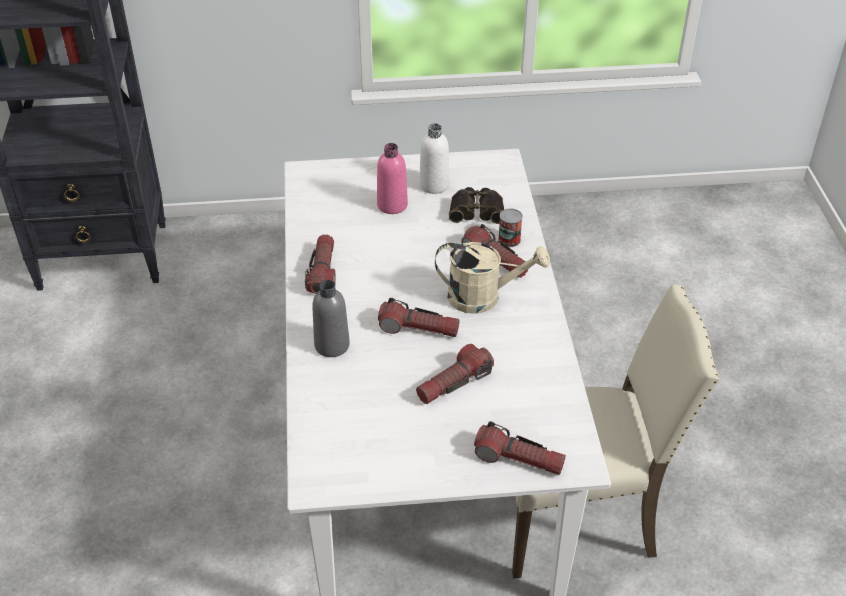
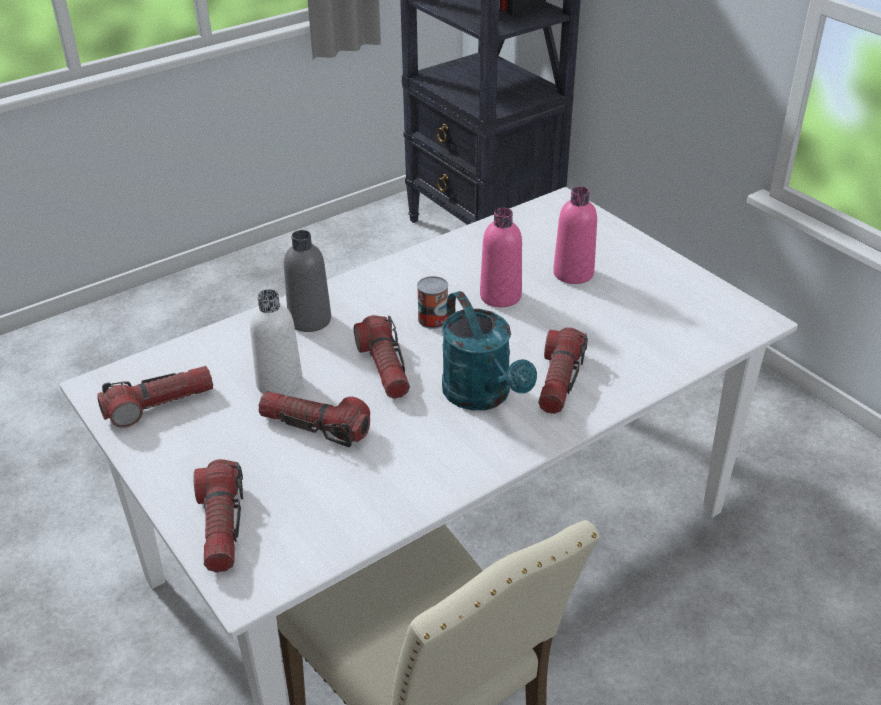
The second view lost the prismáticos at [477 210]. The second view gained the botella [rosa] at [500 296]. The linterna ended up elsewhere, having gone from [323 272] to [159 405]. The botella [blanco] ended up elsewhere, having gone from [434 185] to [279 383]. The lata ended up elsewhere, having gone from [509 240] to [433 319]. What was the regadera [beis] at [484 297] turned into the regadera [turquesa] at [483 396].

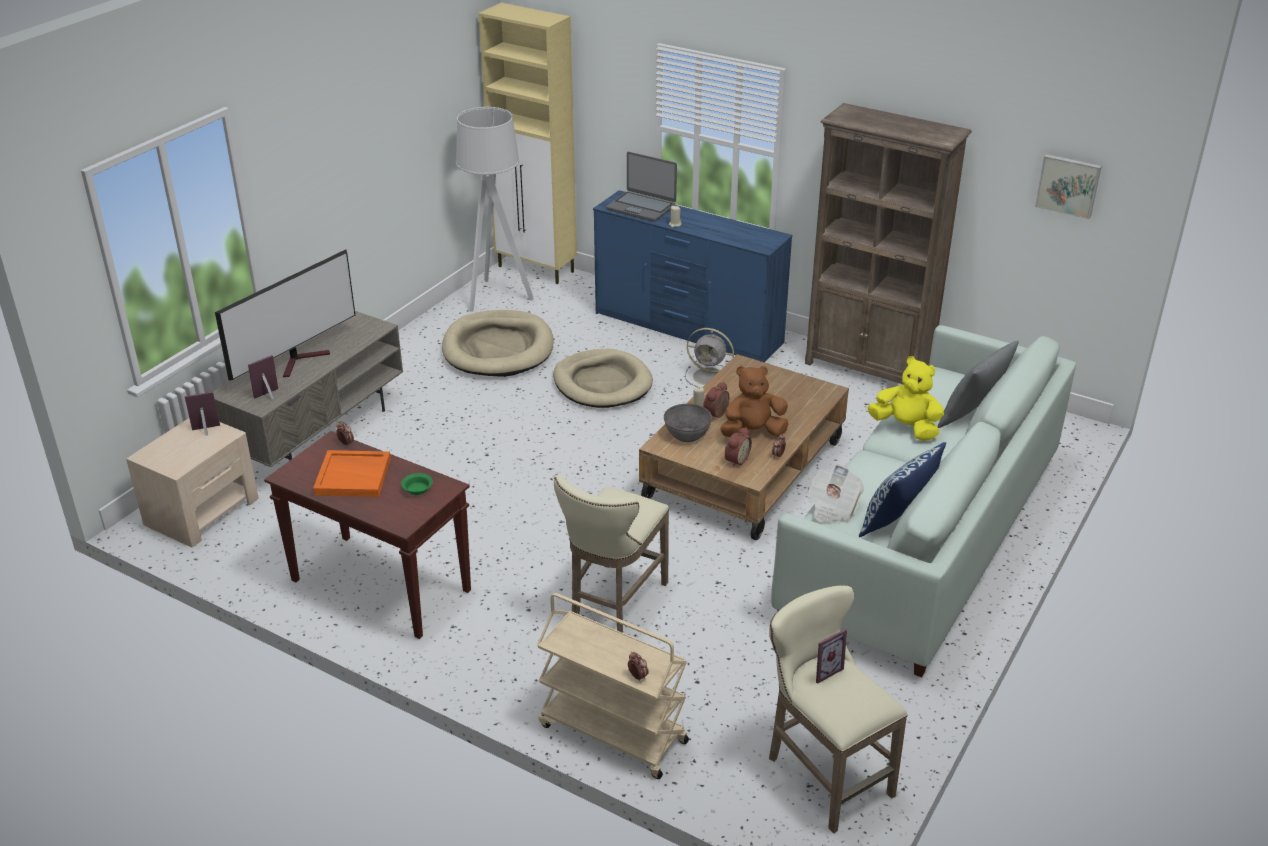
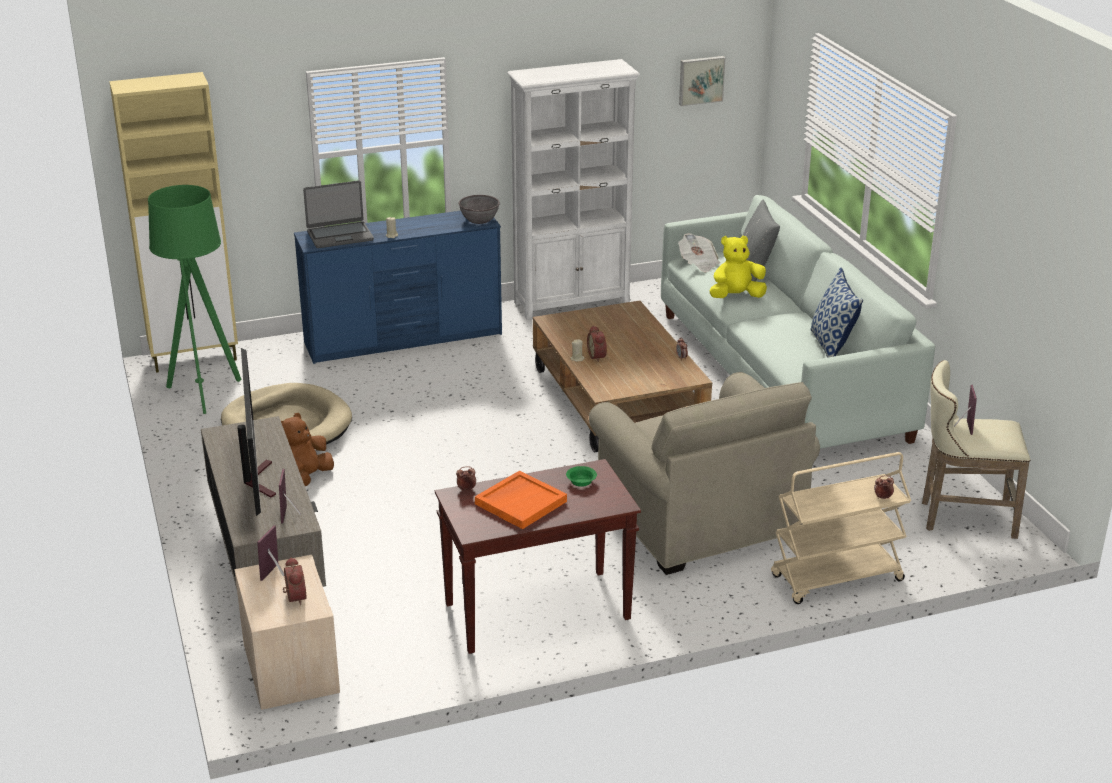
The second view lost the cama para perro [beis] at [602 383]. The second view lost the ventilador [gris] at [710 377]. The cuenco [gris] ended up elsewhere, having gone from [687 435] to [479 219]. The peluche [marrón] ended up elsewhere, having gone from [753 433] to [307 478]. The despertador ended up elsewhere, having gone from [735 460] to [294 597]. The periódico ended up elsewhere, having gone from [832 507] to [698 263]. Where the taburete [beis] stood at [613 604], the sillón [beis] came to stand at [699 518]. What was the lámpara de pie [gris] at [496 297] turned into the lámpara de pie [verde] at [204 393]. What was the estantería [marrón] at [868 369] turned into the estantería [blanco] at [572 303].

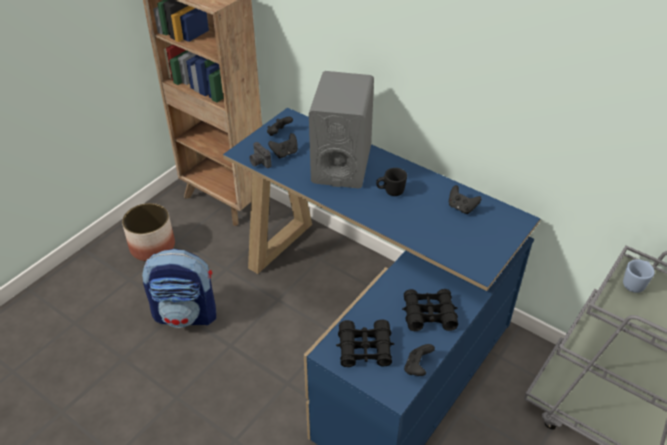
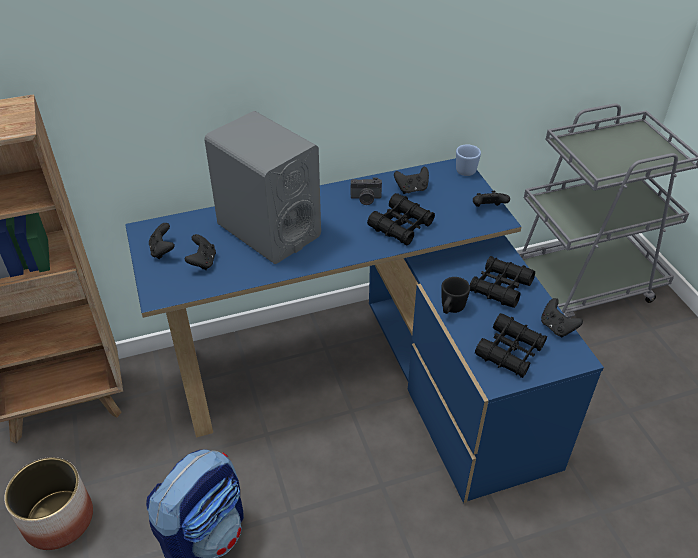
The second view gained the prismáticos [negro] at [401 226]. The second view gained the mando de consola [negro] at [488 208]. The cámara ended up elsewhere, having gone from [259 162] to [366 199]. The taza grande [negro] ended up elsewhere, having gone from [390 191] to [451 309]. The taza grande [azul] ended up elsewhere, having gone from [635 283] to [464 169].

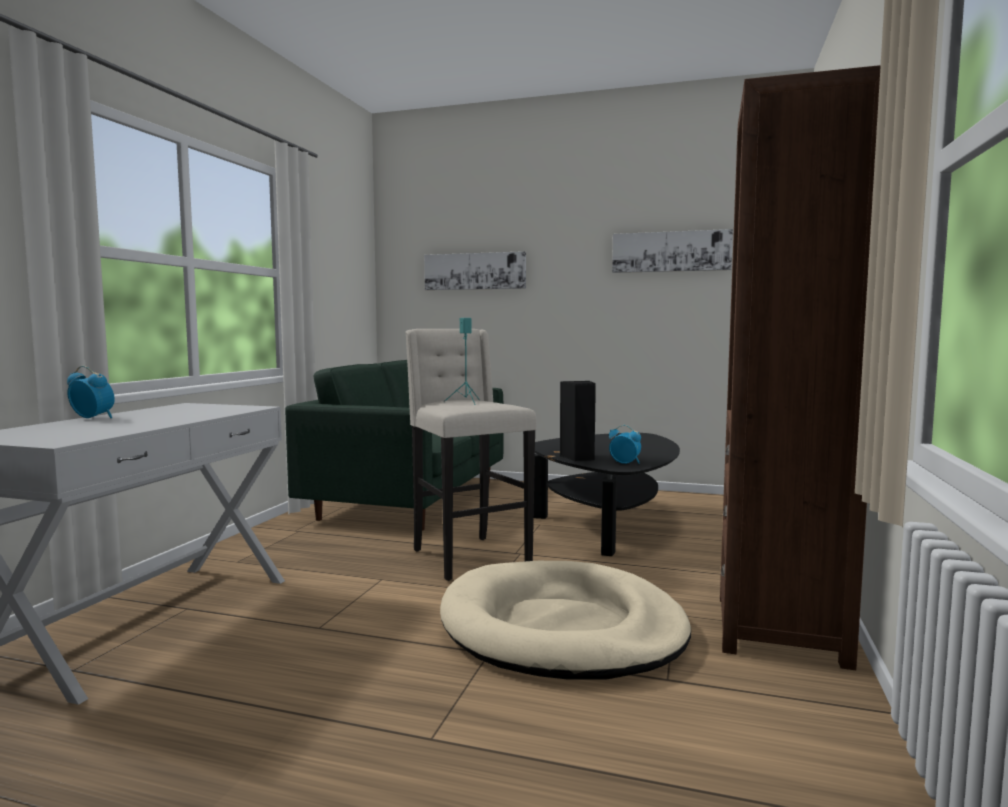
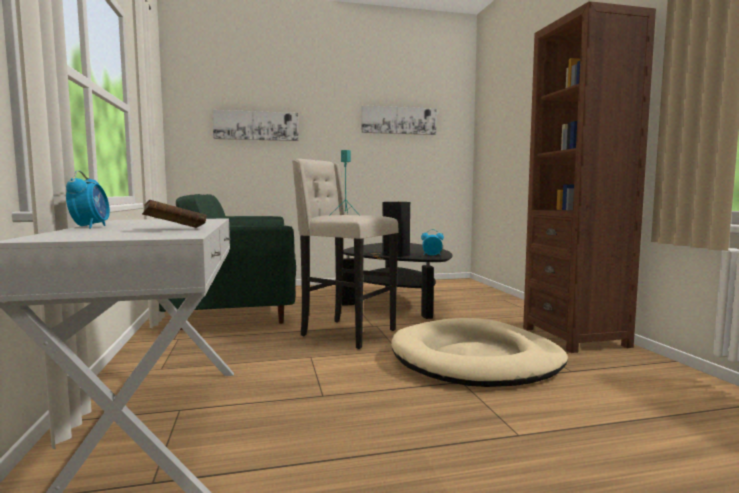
The second view gained the libro [marrón] at [175 229]. The despertador at [93 418] ended up facing another way, 90 degrees clockwise from before.

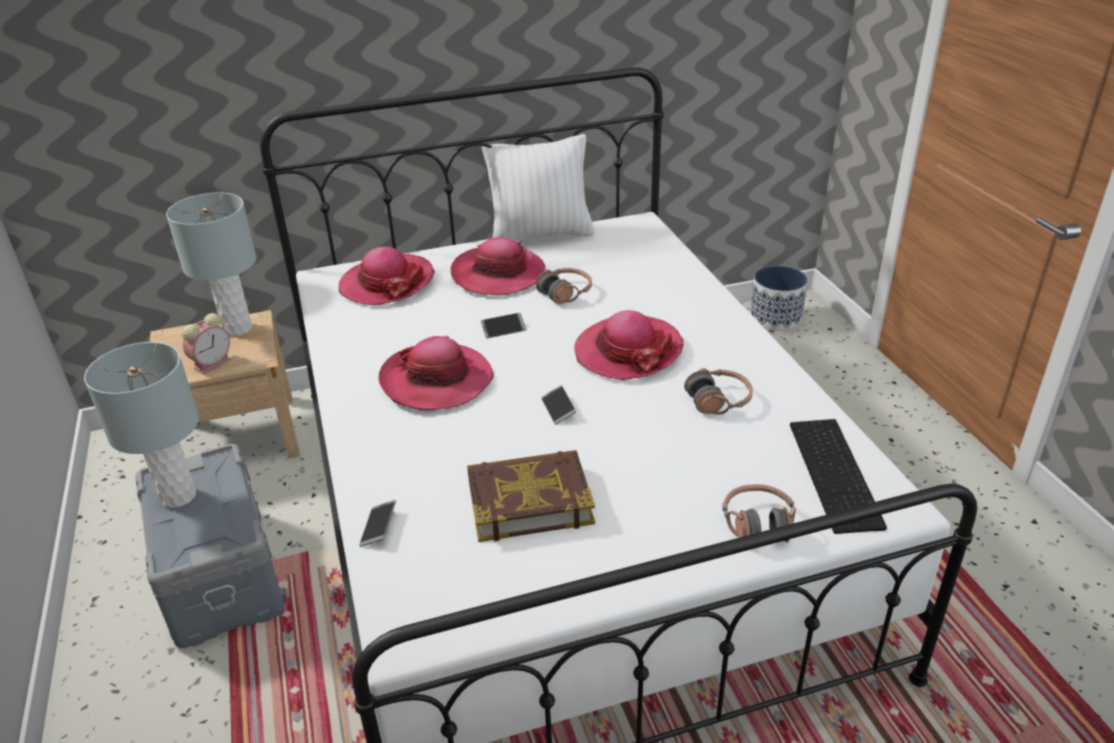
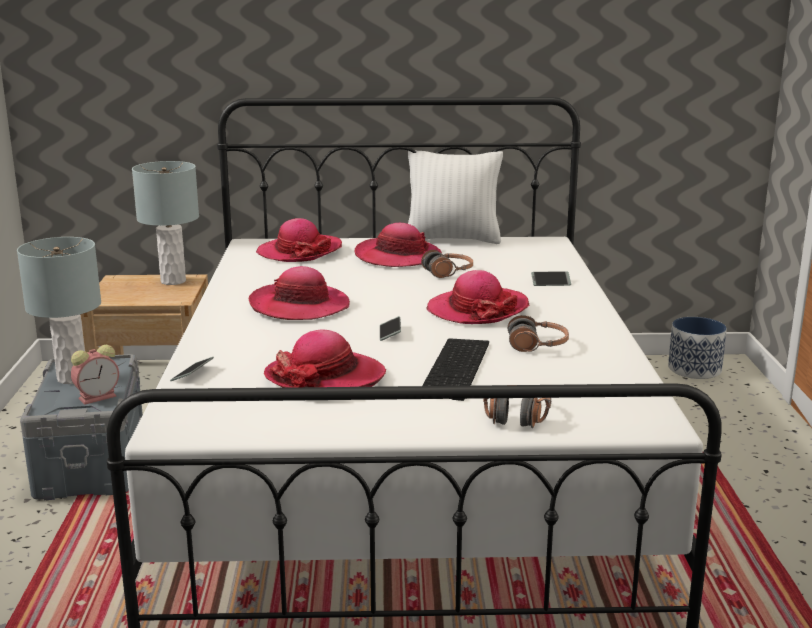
The despertador ended up elsewhere, having gone from [213 363] to [99 397]. The móvil ended up elsewhere, having gone from [503 329] to [550 283]. The teclado ended up elsewhere, having gone from [838 474] to [458 369]. Where the libro stood at [529 501], the sombrero came to stand at [325 377].

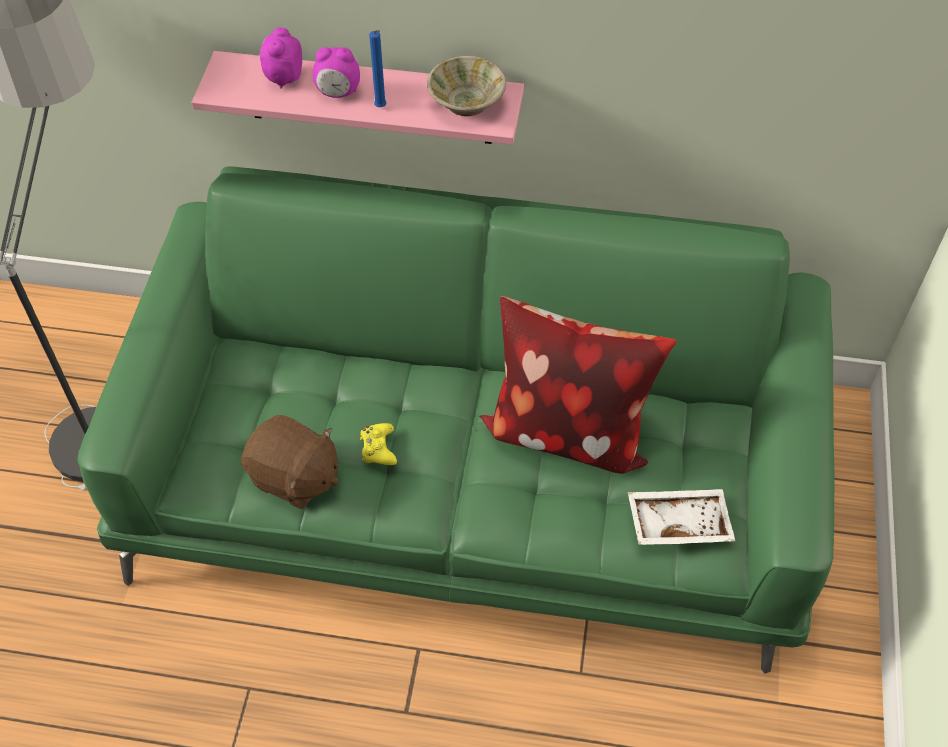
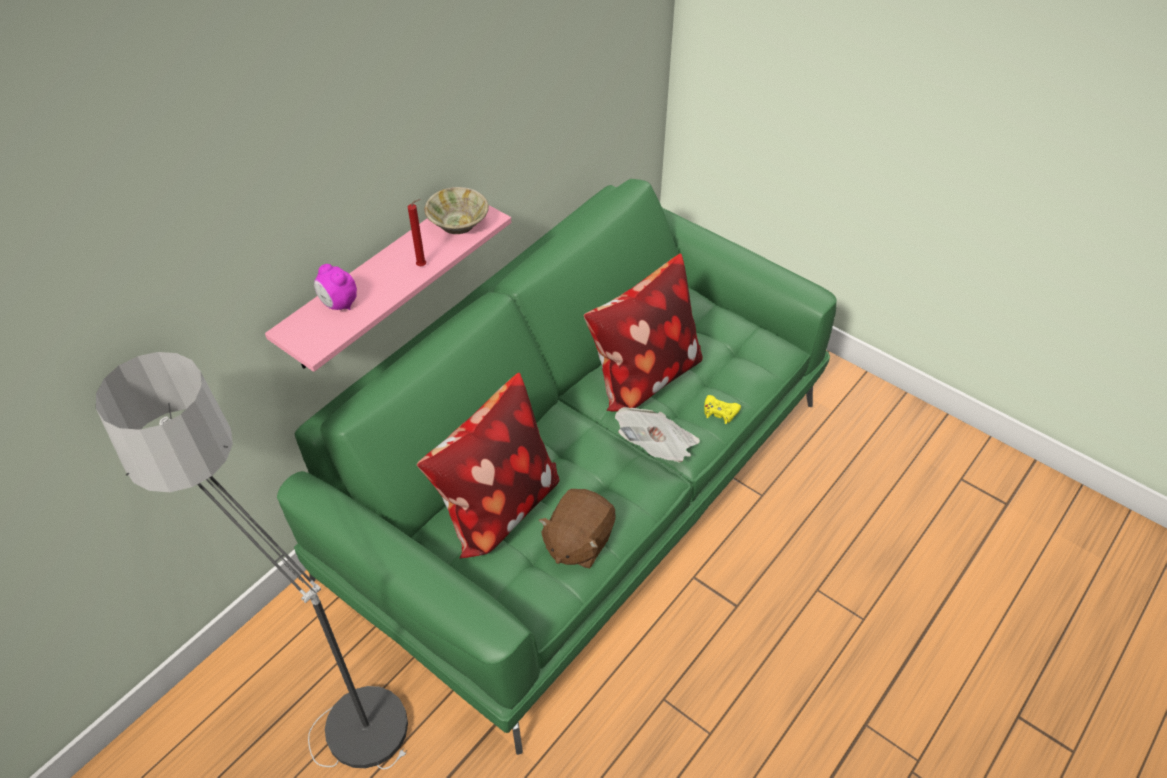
The second view lost the despertador at [338 93]. The second view lost the bandeja [blanco] at [678 522]. The second view gained the cojín at [496 506]. The second view gained the periódico at [657 447]. The mando de consola [amarillo] ended up elsewhere, having gone from [378 448] to [720 412]. What was the vela [azul] at [381 108] turned into the vela [rojo] at [423 266]. The peluche [marrón] at [294 477] ended up facing another way, 150 degrees clockwise from before.

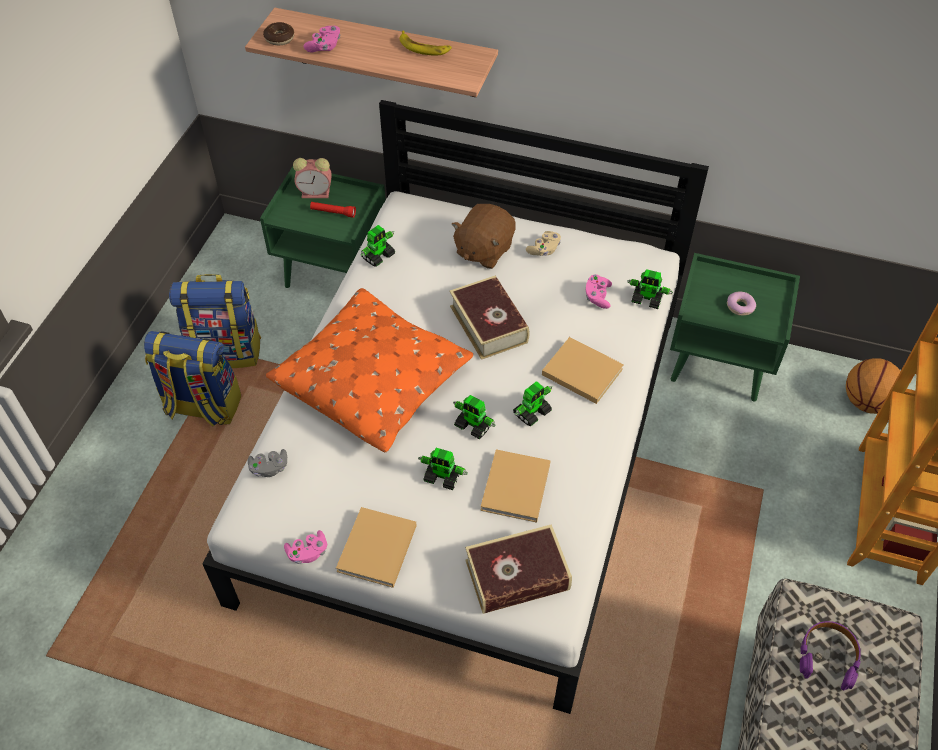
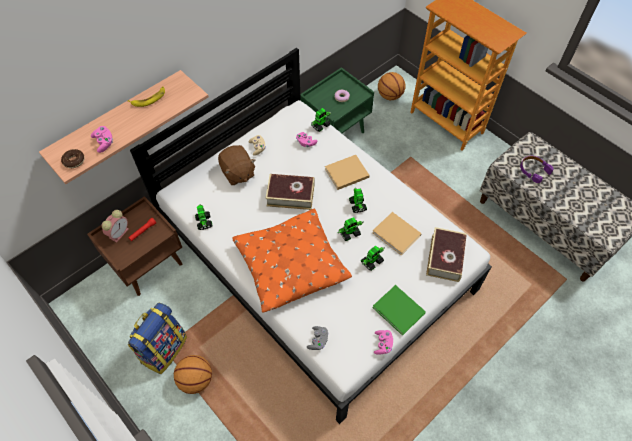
Where the mochila stood at [202 407], the balón de baloncesto came to stand at [196 380]. What was the mesita de noche [verde] at [335 272] turned into the mesita de noche [marrón] at [148 264]. What was the libro [beis] at [376 550] turned into the libro [verde] at [399 311].

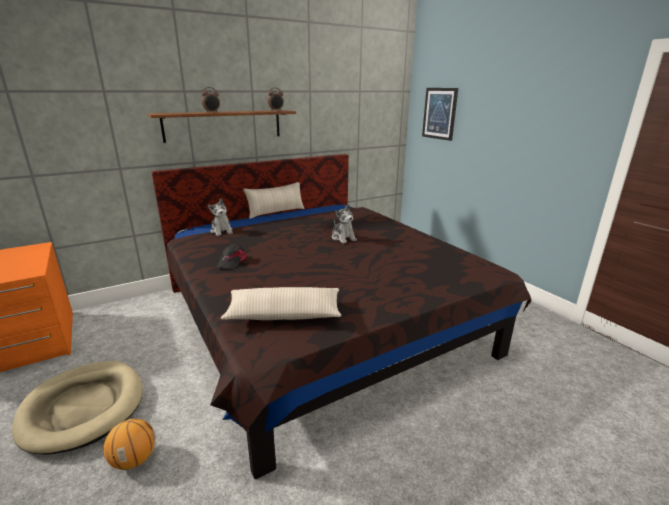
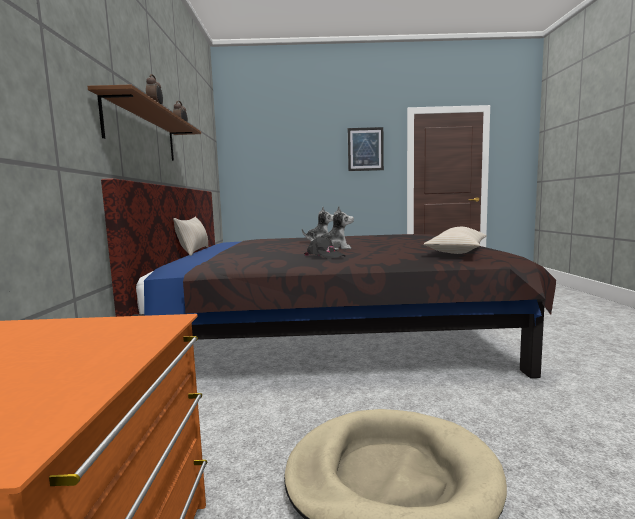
The second view lost the balón de baloncesto at [134 459]. The peluche ended up elsewhere, having gone from [222 231] to [335 248]. The cuadro ended up elsewhere, having gone from [439 113] to [365 149].

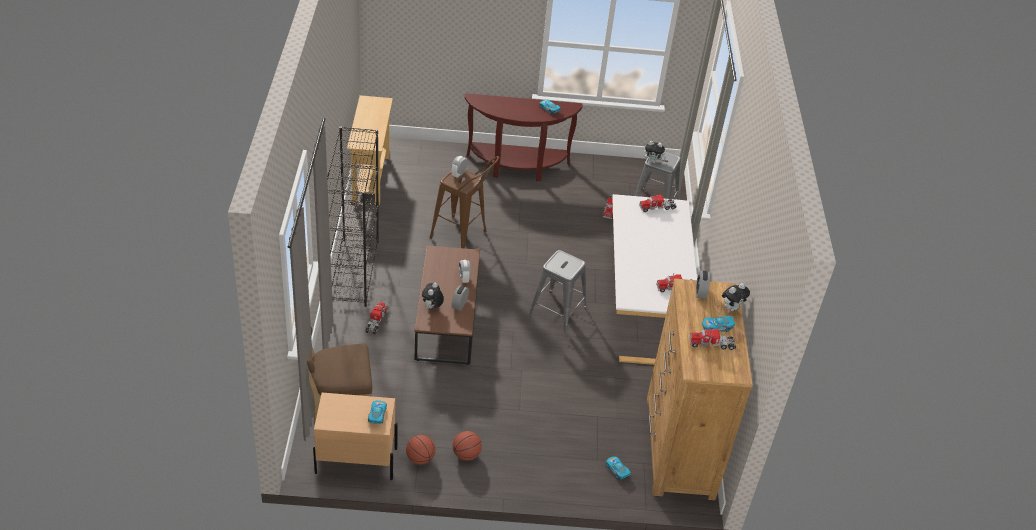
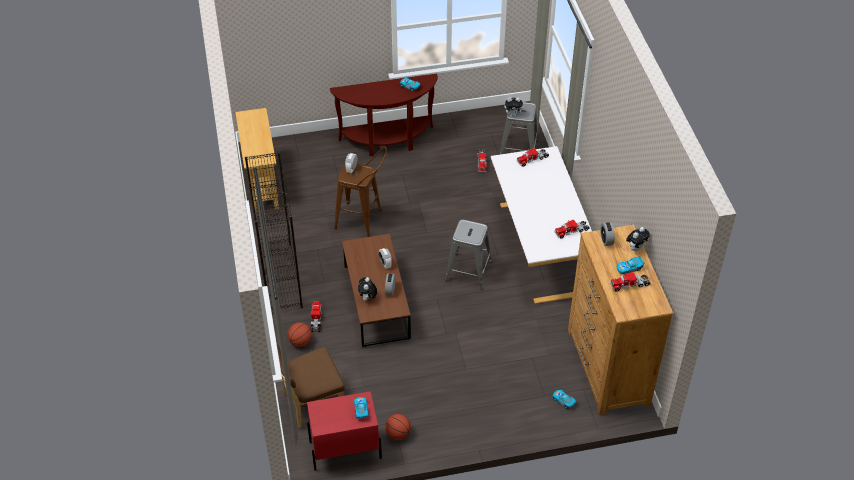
The balón de baloncesto ended up elsewhere, having gone from [466 454] to [300 341]. What was the mesita de noche [beis] at [355 460] turned into the mesita de noche [rojo] at [345 450].

